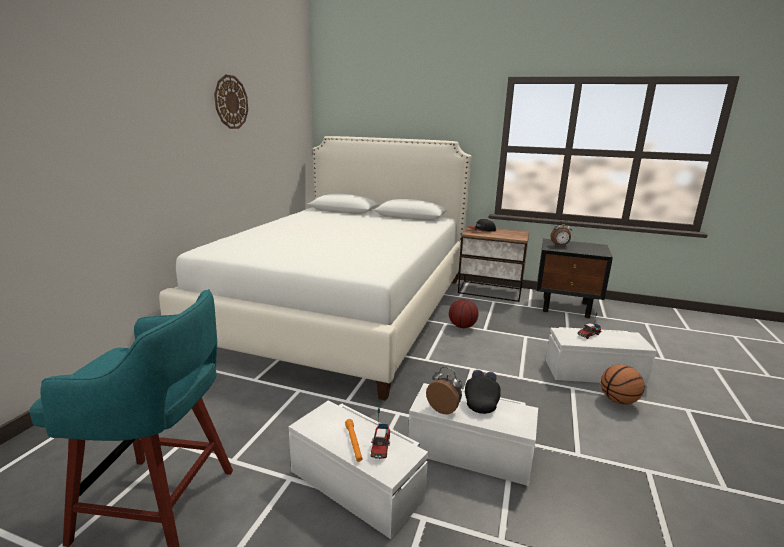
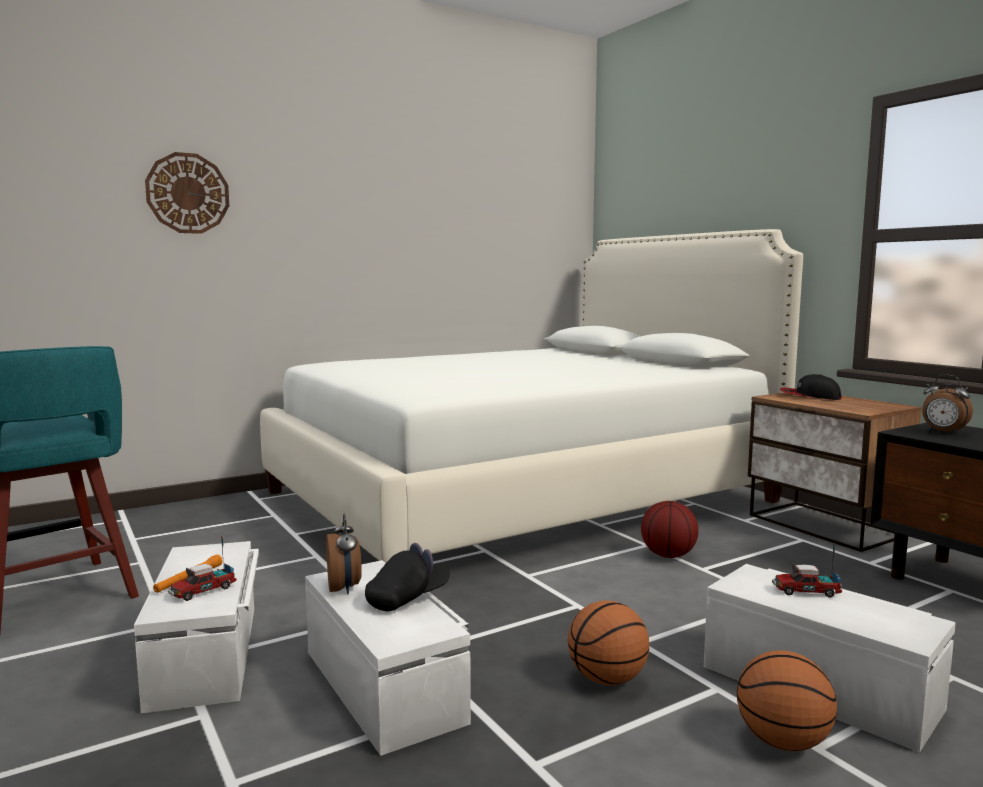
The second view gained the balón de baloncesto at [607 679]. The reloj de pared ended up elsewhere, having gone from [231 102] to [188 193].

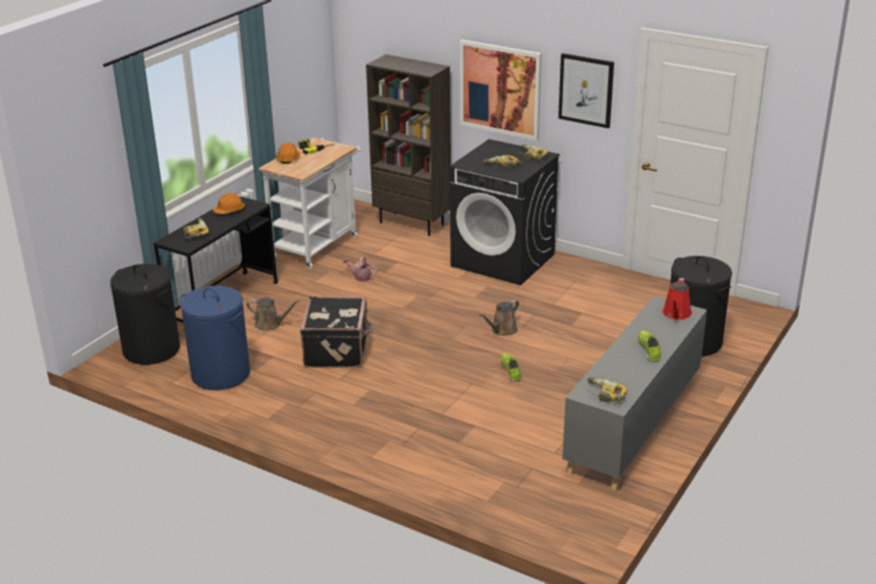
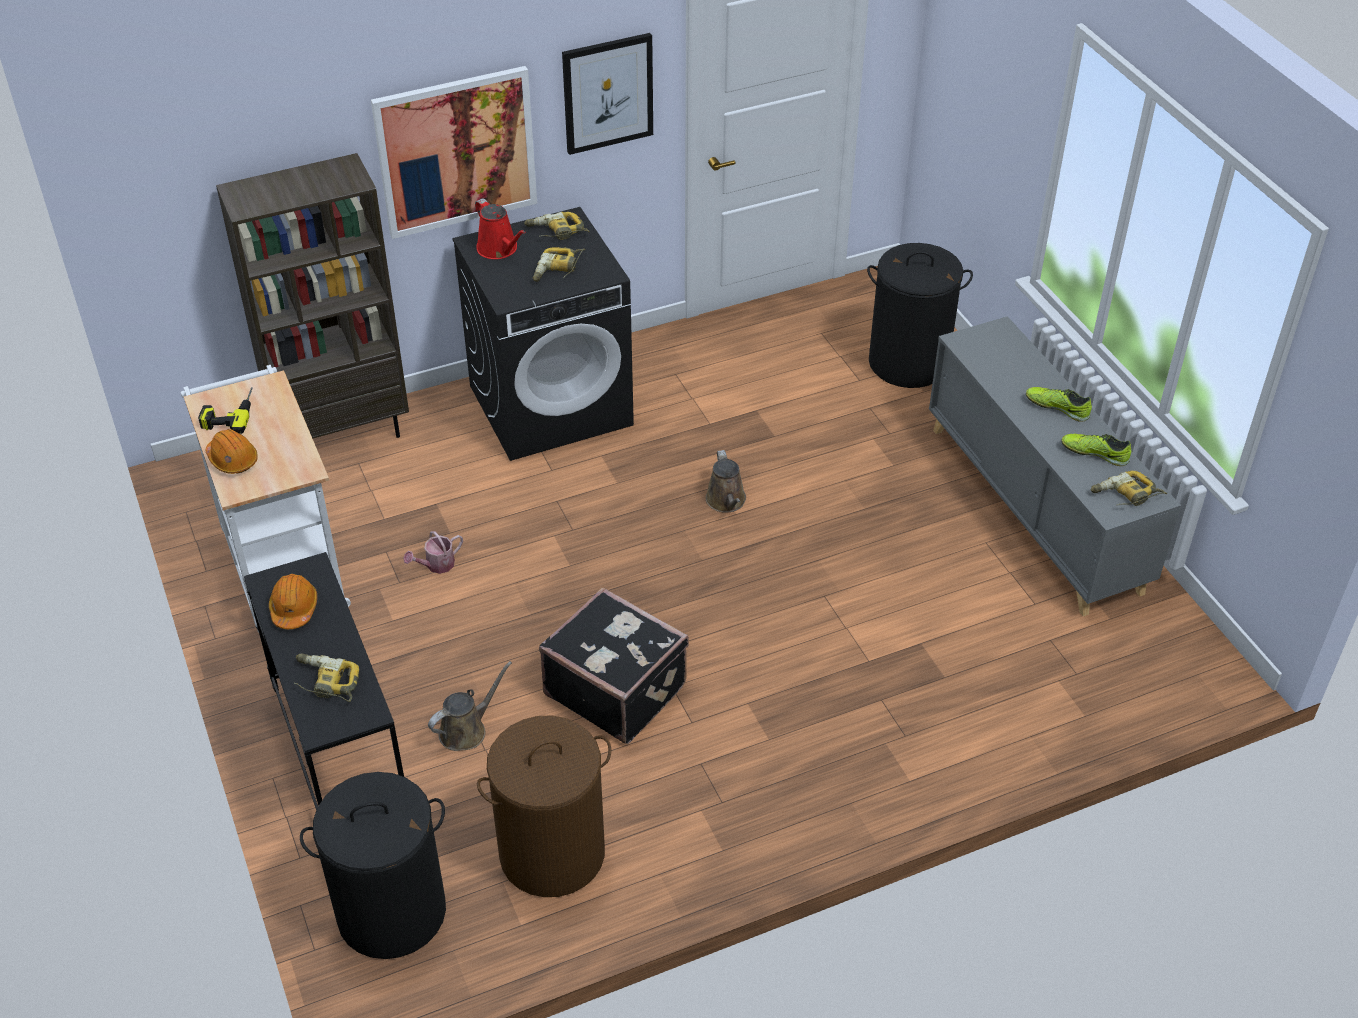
The zapato ended up elsewhere, having gone from [511 370] to [1094 453]. The regadera [rojo] ended up elsewhere, having gone from [676 314] to [499 249]. What was the cesto de la ropa [azul] at [220 374] turned into the cesto de la ropa [marrón] at [552 854].

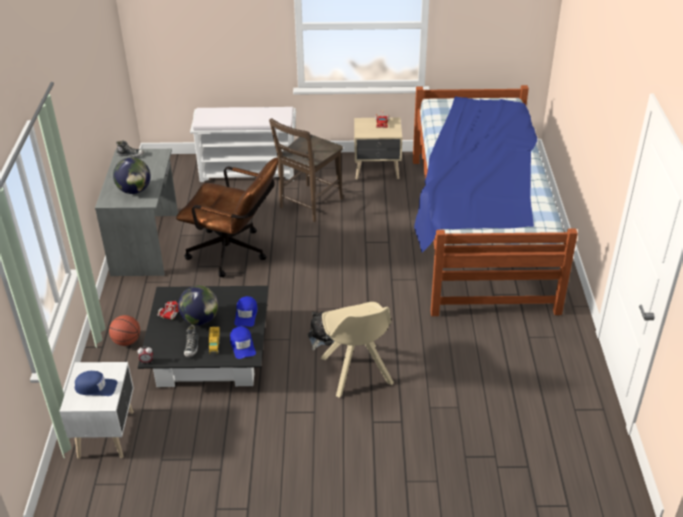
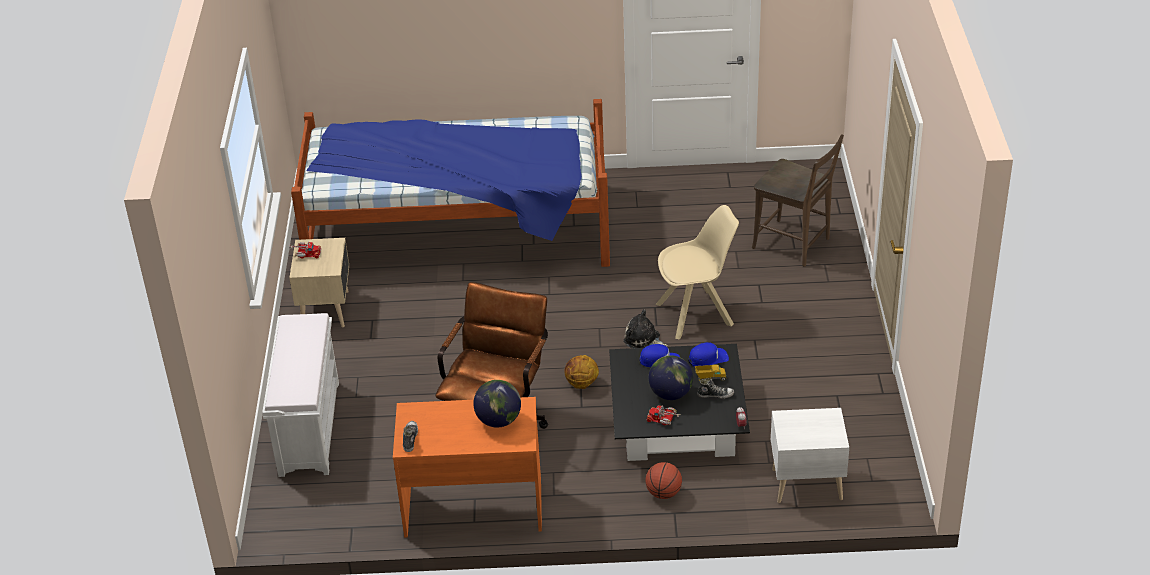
The second view lost the gorra [azul] at [96 387]. The second view gained the balón de baloncesto at [581 384]. The silla [marrón] ended up elsewhere, having gone from [308 205] to [795 244]. What was the escritorio [gris] at [147 243] turned into the escritorio [naranja] at [473 506].

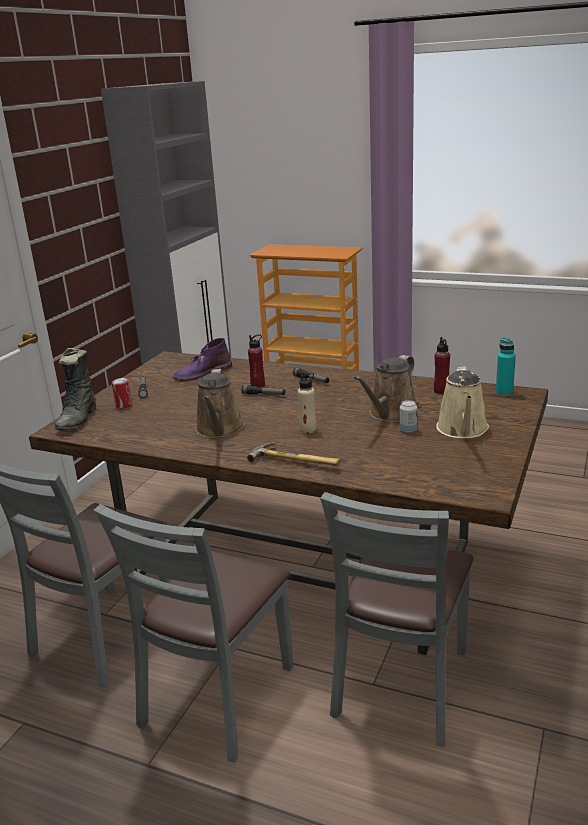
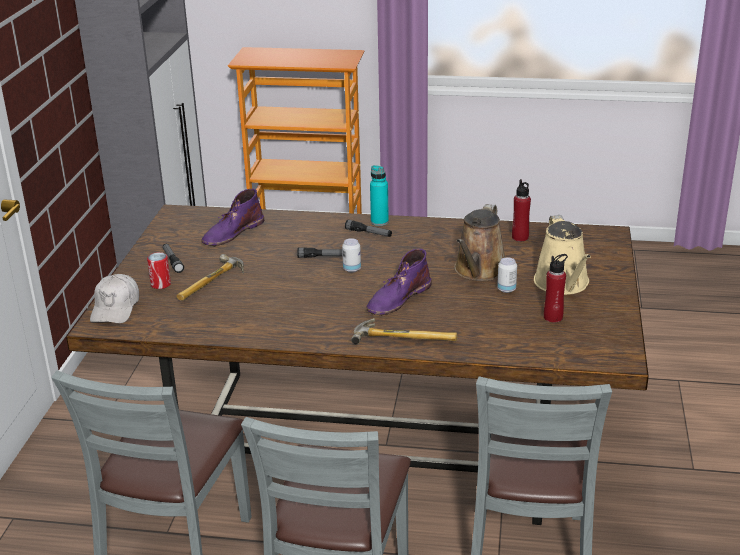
The second view lost the regadera [marrón] at [219 430]. The second view gained the martillo at [214 284]. The second view gained the lata at [352 269]. The botella [rojo] ended up elsewhere, having gone from [258 385] to [553 317]. The botella [turquesa] ended up elsewhere, having gone from [504 393] to [379 222]. Where the bota [negro] stood at [79 419], the gorra [blanco] came to stand at [116 308]. Where the botella [beis] stood at [308 429], the bota [morado] came to stand at [398 298].

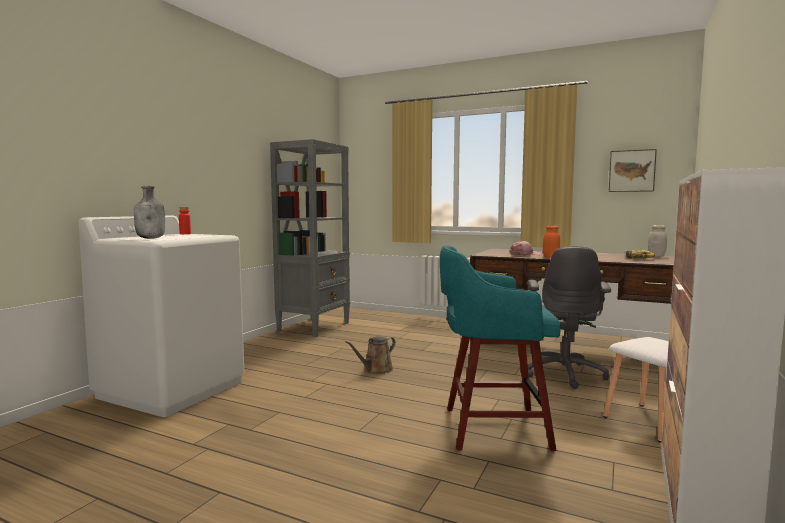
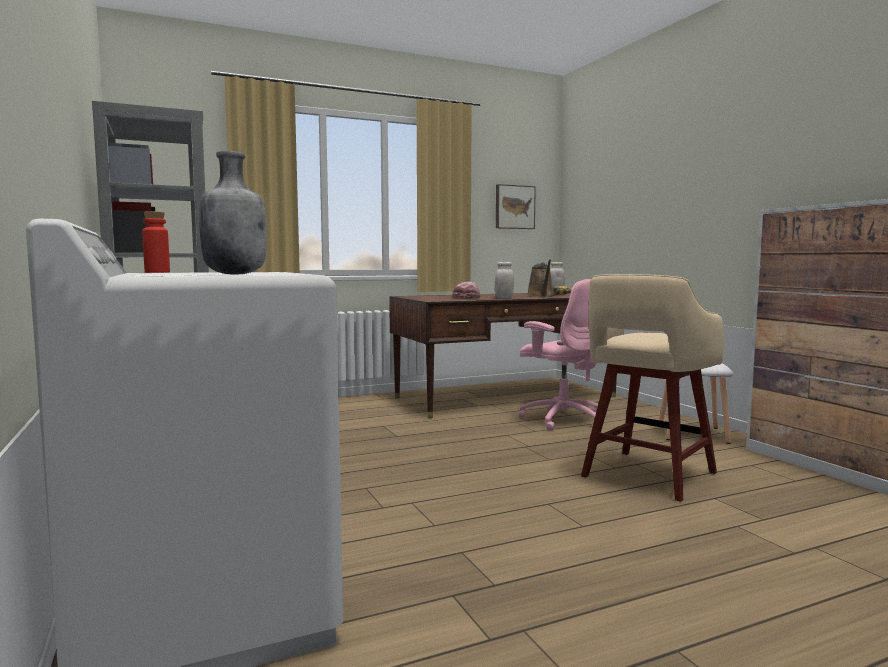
The regadera [marrón] ended up elsewhere, having gone from [376 370] to [541 296]. What was the taburete [turquesa] at [492 428] turned into the taburete [beis] at [646 475]. What was the silla de oficina [gris] at [564 373] turned into the silla de oficina [rosa] at [562 419]. What was the tarro [naranja] at [550 257] turned into the tarro [blanco] at [504 298].

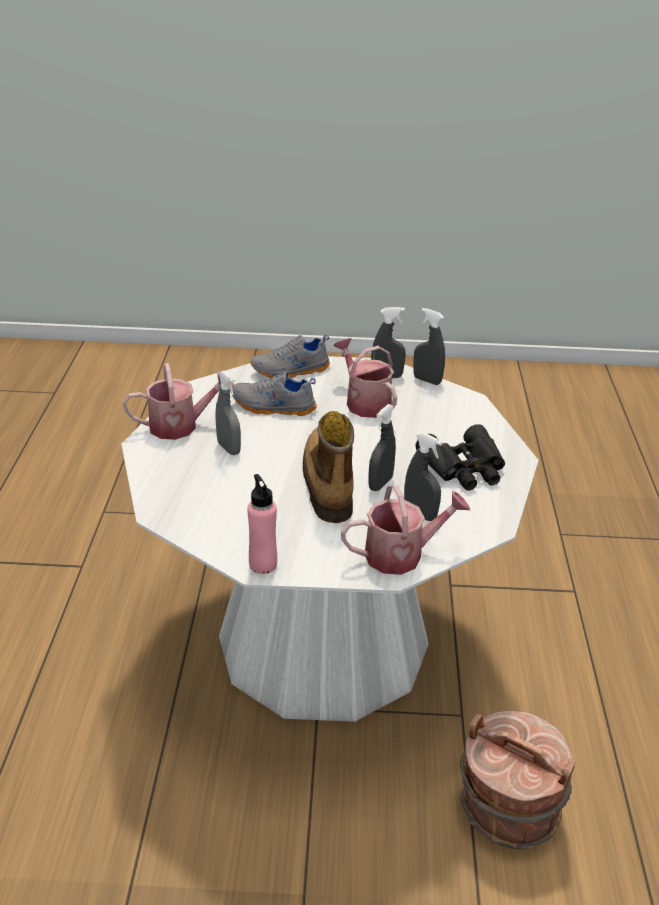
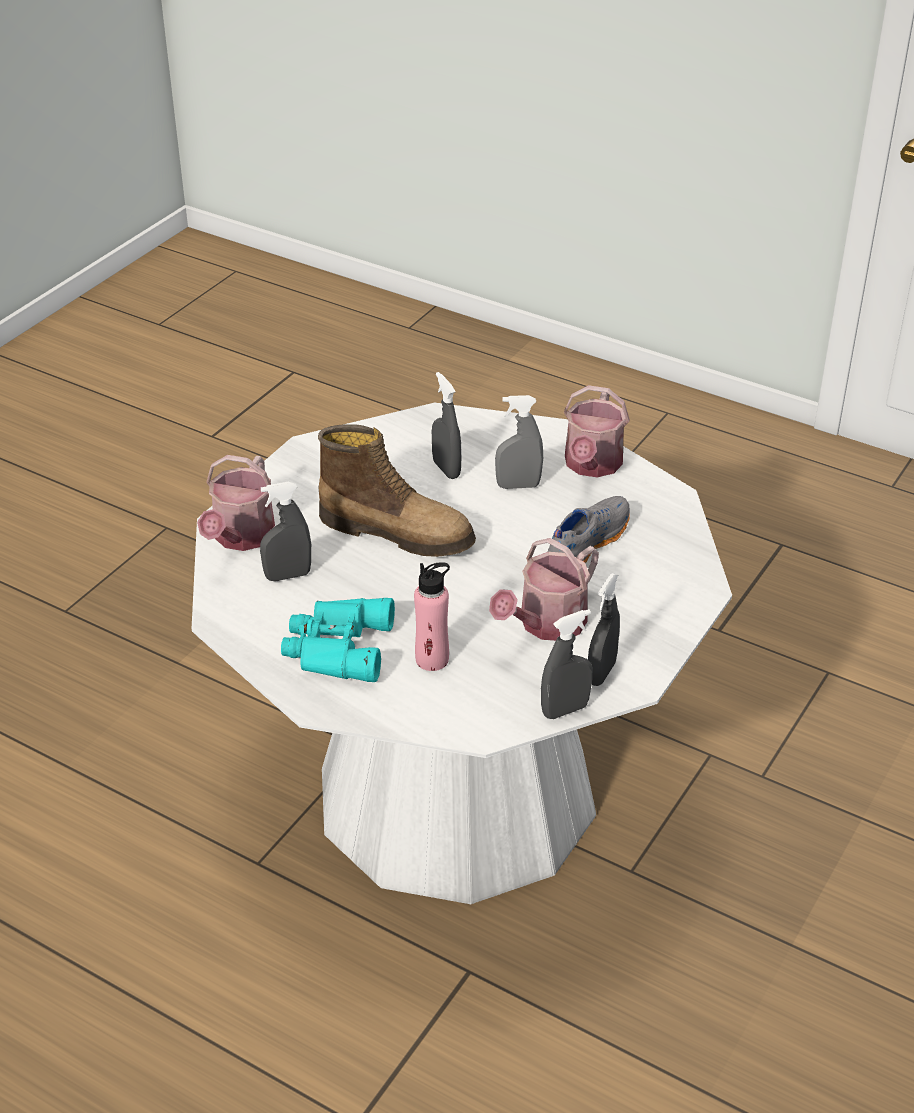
The second view lost the zapato [gris] at [291 371]. The second view lost the cubo [marrón] at [507 811]. The botella [rosa] ended up elsewhere, having gone from [263 564] to [432 659]. The pulverizador [gris] ended up elsewhere, having gone from [380 484] to [446 469]. What was the prismáticos [negro] at [465 468] turned into the prismáticos [turquesa] at [336 648]. The regadera at [364 402] ended up facing another way, 135 degrees clockwise from before.

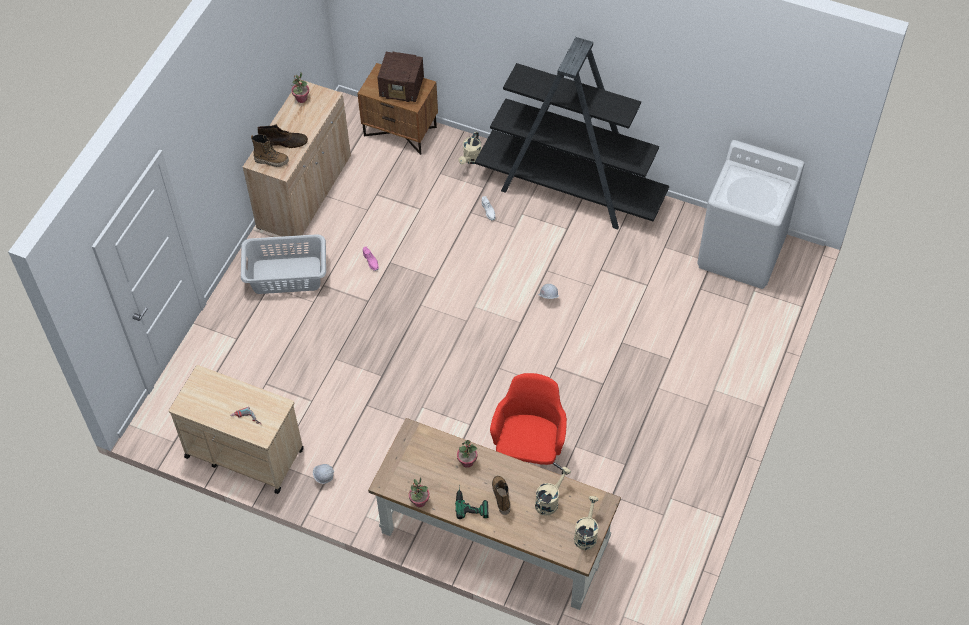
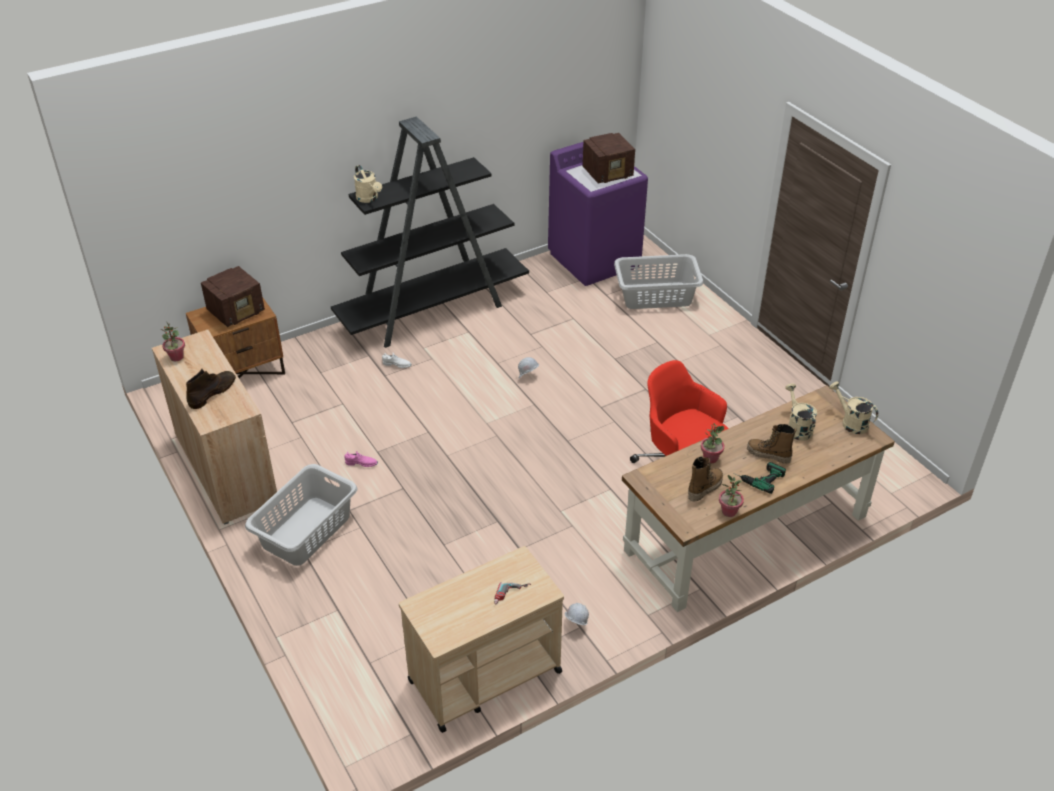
The second view gained the radio at [608 173]. The second view gained the cesto de la ropa [gris] at [656 296]. The bota ended up elsewhere, having gone from [271 161] to [704 488]. The regadera [beis] ended up elsewhere, having gone from [471 159] to [369 199]. What was the lavadora [blanco] at [742 252] turned into the lavadora [morado] at [595 259].

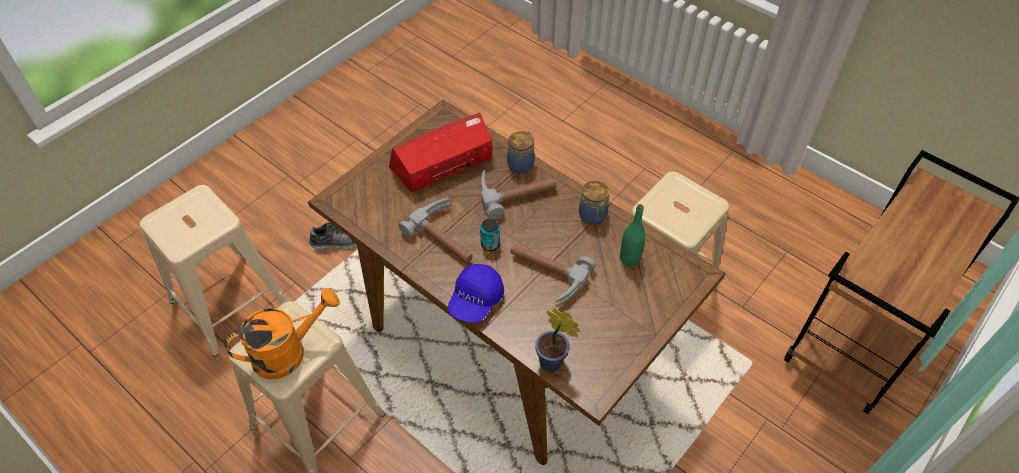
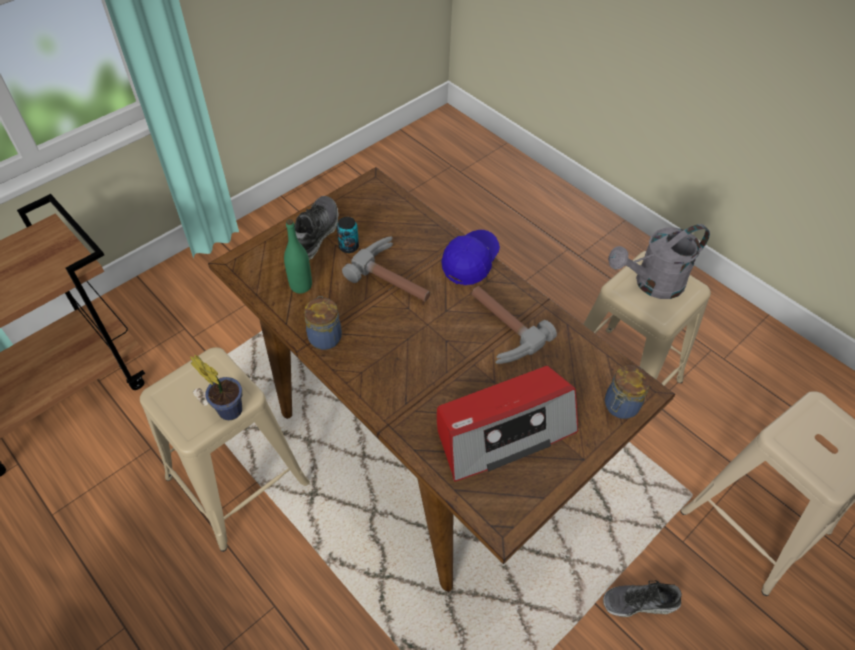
The second view lost the martillo at [515 192]. The second view gained the zapato at [315 233]. The lata ended up elsewhere, having gone from [490 244] to [349 247]. The tarro ended up elsewhere, having gone from [521 164] to [620 406]. The planta en maceta ended up elsewhere, having gone from [554 363] to [228 408]. What was the regadera [naranja] at [288 351] turned into the regadera [gris] at [651 284].

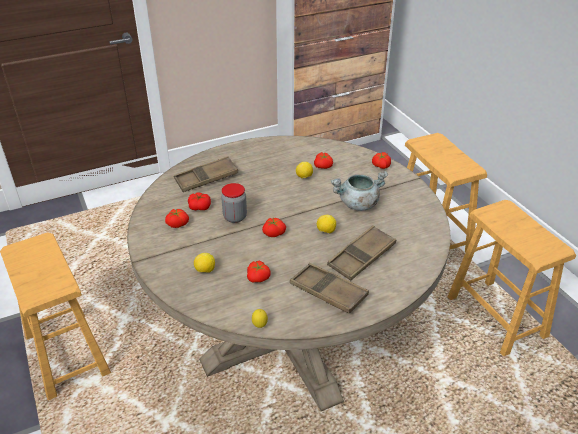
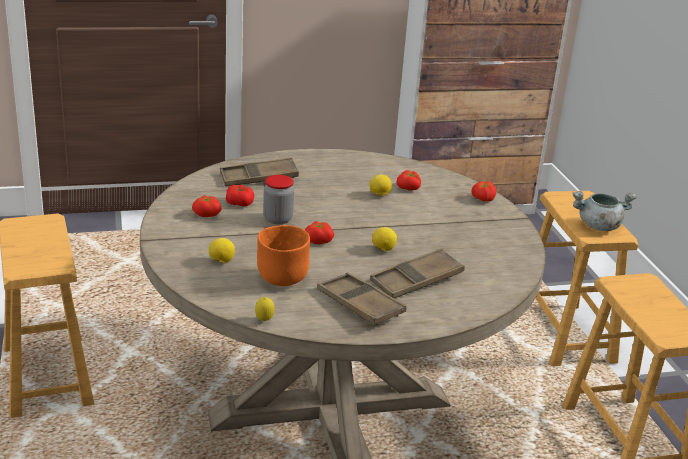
The olla [gris] ended up elsewhere, having gone from [358 204] to [598 226]. Where the tomate stood at [259 278], the cuenco [naranja] came to stand at [282 278].

